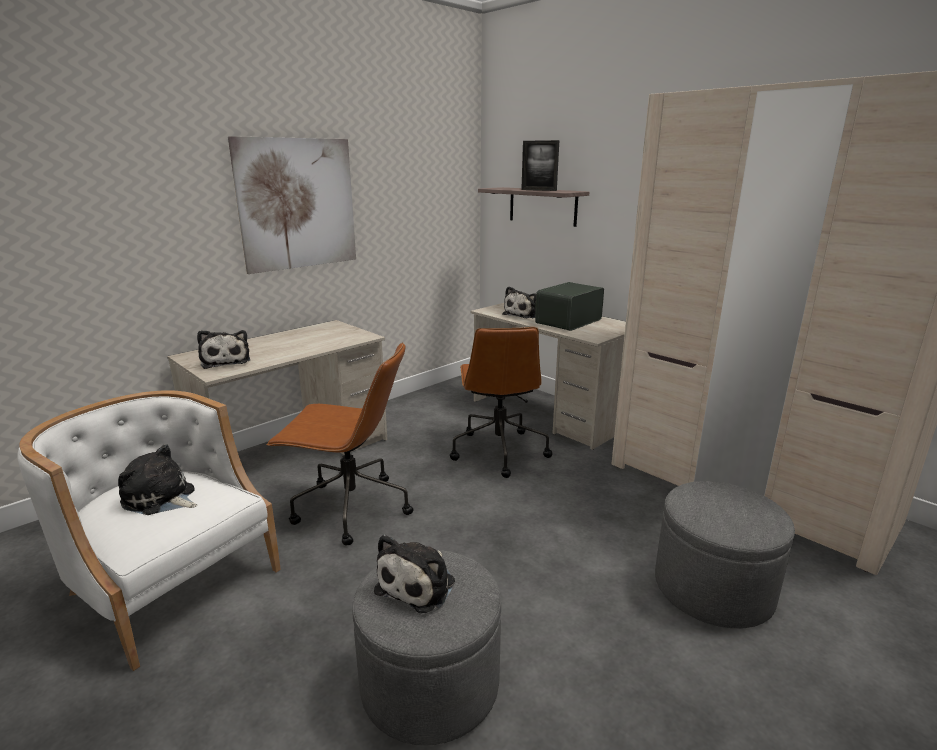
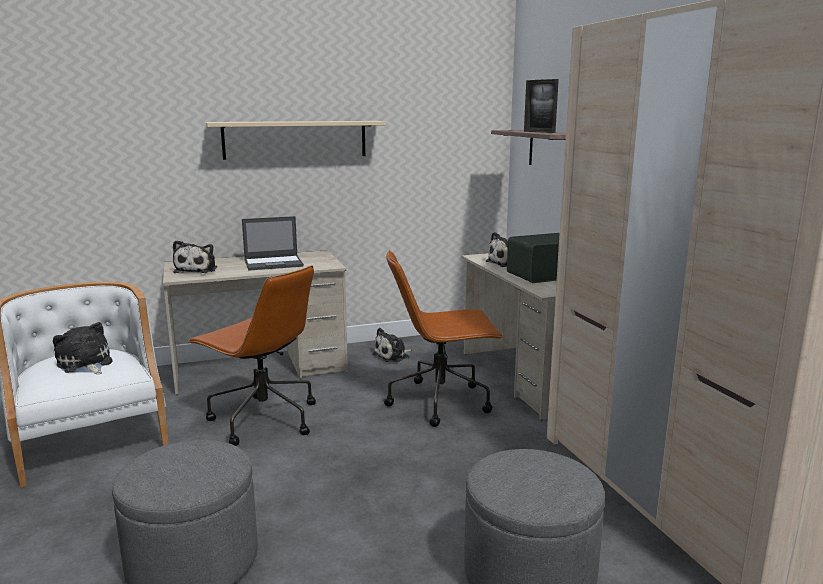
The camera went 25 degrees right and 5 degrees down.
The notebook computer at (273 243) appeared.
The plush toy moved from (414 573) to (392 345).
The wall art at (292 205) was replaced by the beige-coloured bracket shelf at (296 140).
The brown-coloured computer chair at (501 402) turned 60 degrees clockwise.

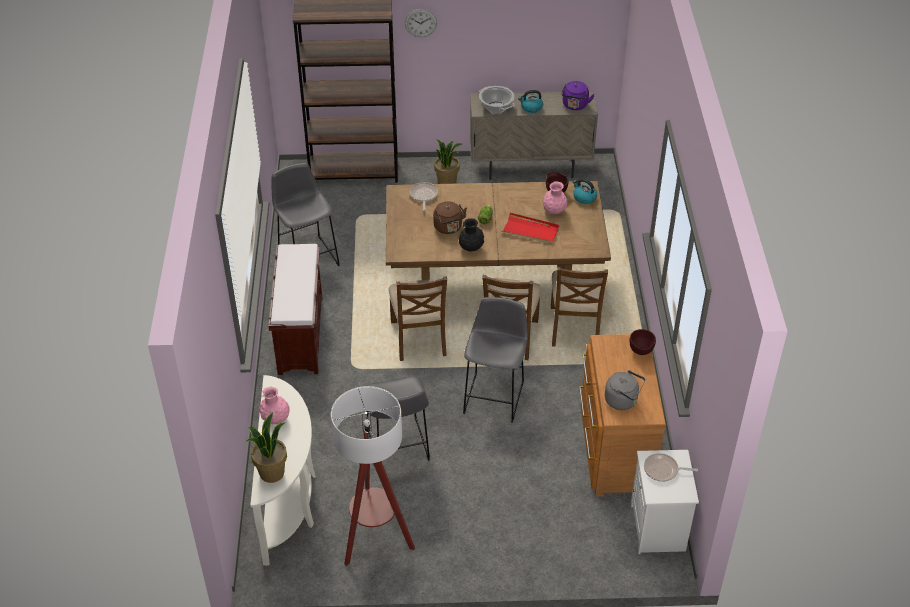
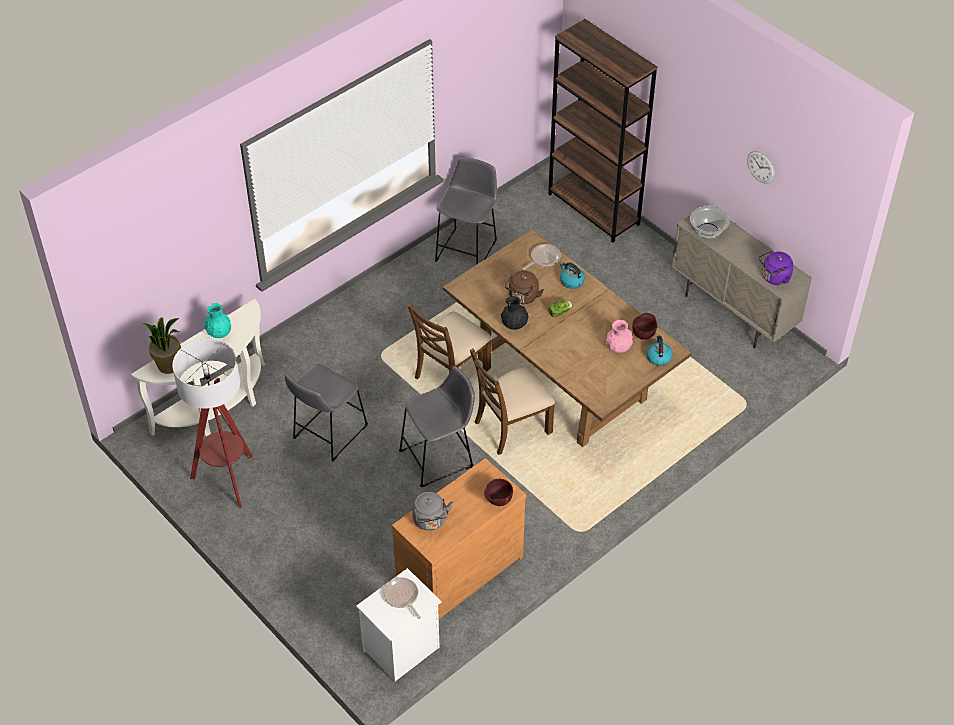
The camera went 50 degrees right and 5 degrees up.
The brown-coloured bench at (295 309) disappeared.
The plant in a pot at (448 161) disappeared.
The reddish carrying tray at (531 228) disappeared.
The brown-coloured upright chair at (579 307) disappeared.
The clock on the wall moved from (421 23) to (761 167).
The tea kettle moved from (530 101) to (572 275).
The pink vase at (274 405) became the blue-green vase at (217 320).

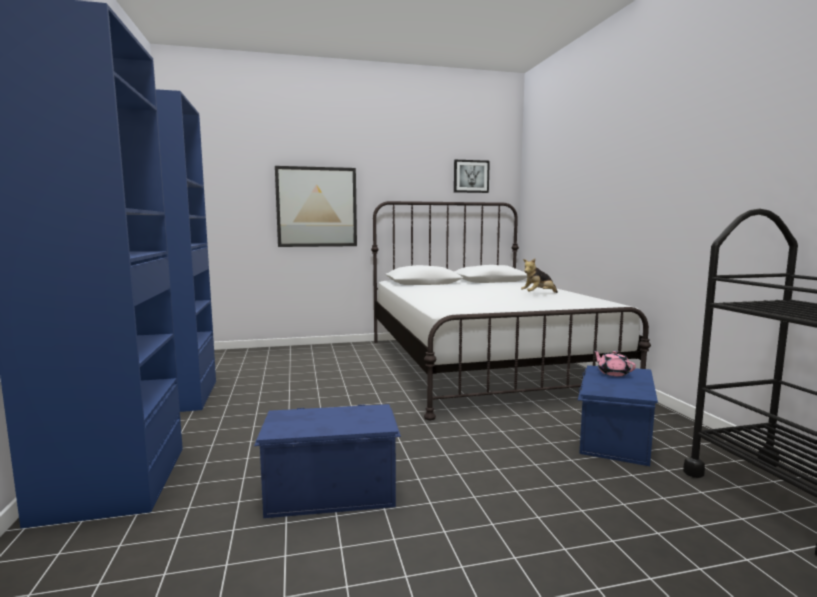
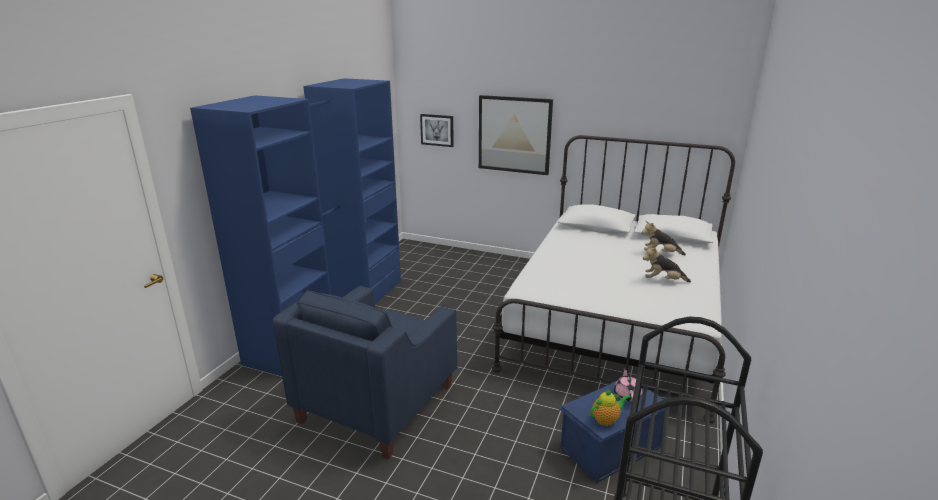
The camera went 35 degrees right and 15 degrees up.
The pot for tea at (610 407) appeared.
The plush toy at (664 238) appeared.
The wall art moved from (472 176) to (437 130).
The blue storage box at (327 461) was replaced by the blue lounge chair at (365 372).

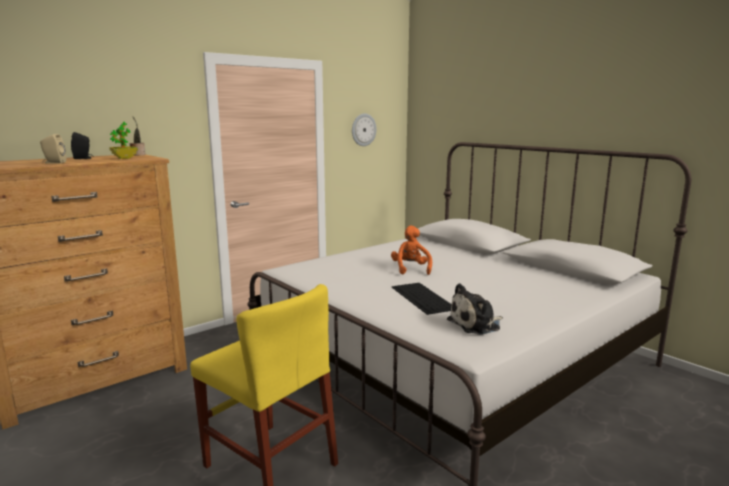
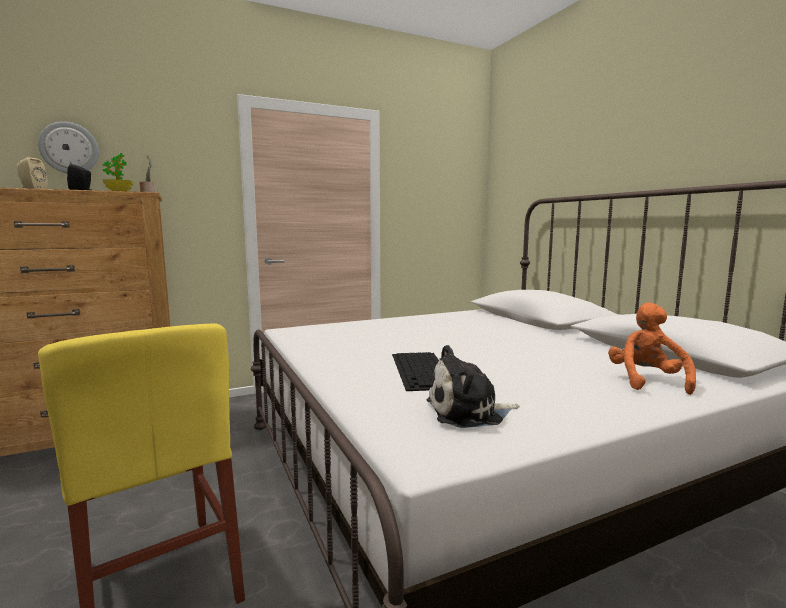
The camera went 15 degrees right and 5 degrees down.
The clock on the wall moved from (364 129) to (68 147).
The orangey plush toy moved from (411 250) to (652 349).

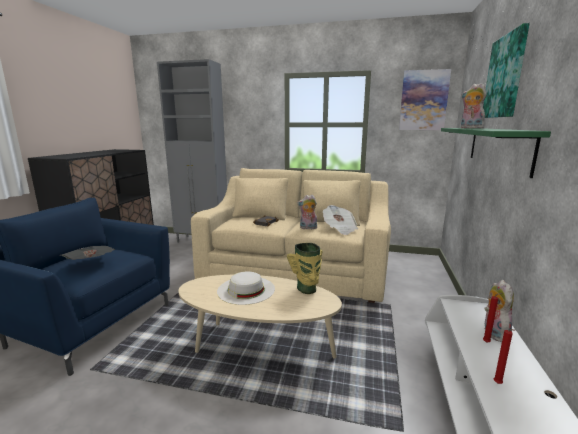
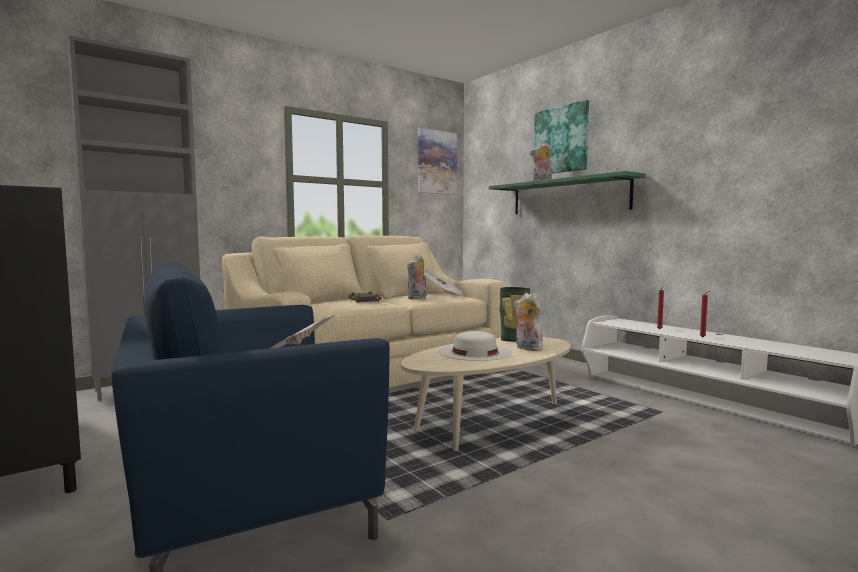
The camera went 50 degrees left and 10 degrees down.
The plush toy moved from (499 311) to (528 322).

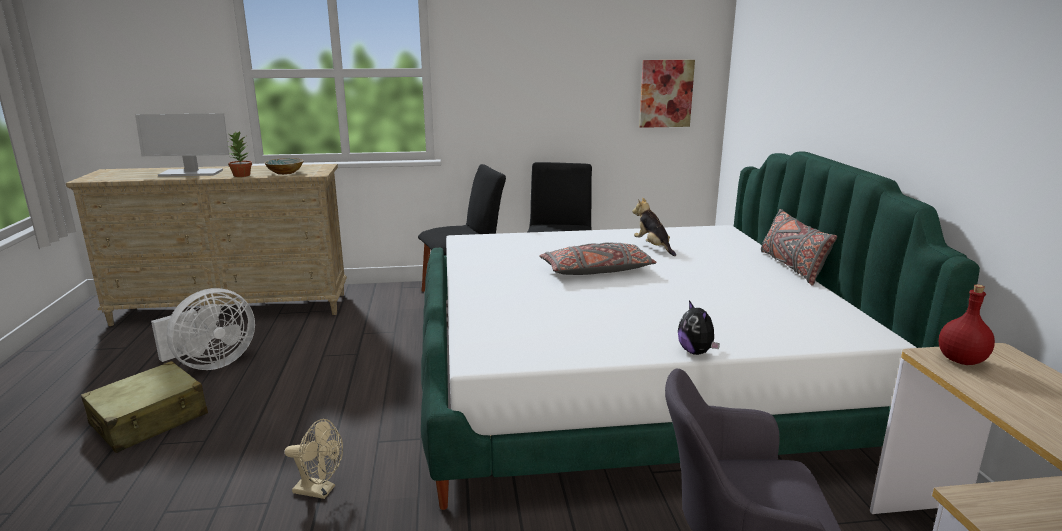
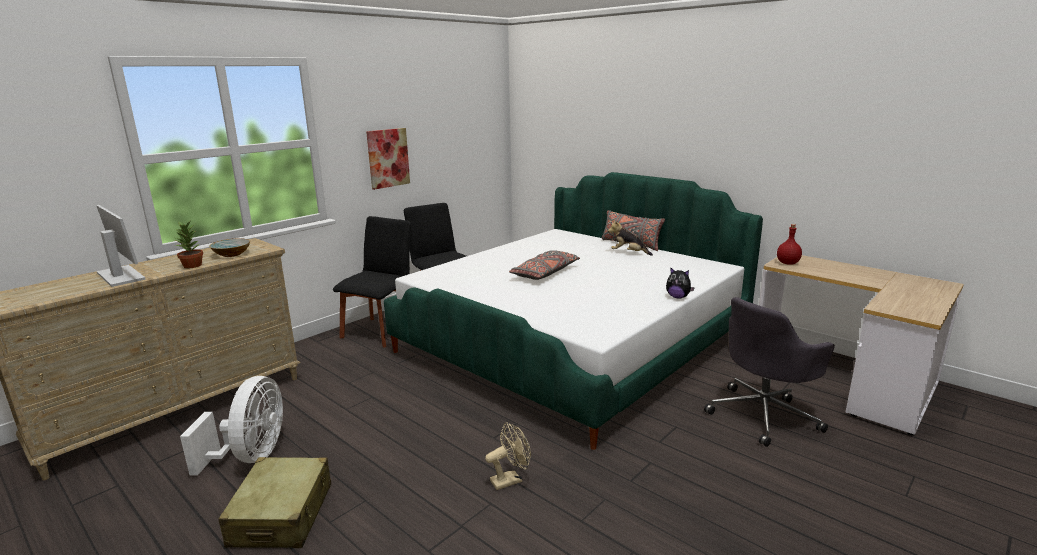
The camera went 40 degrees left and 0 degrees up.
The plush toy moved from (654 226) to (630 238).
The wall art moved from (667 94) to (388 159).
The computer display at (182 145) turned 90 degrees counterclockwise.

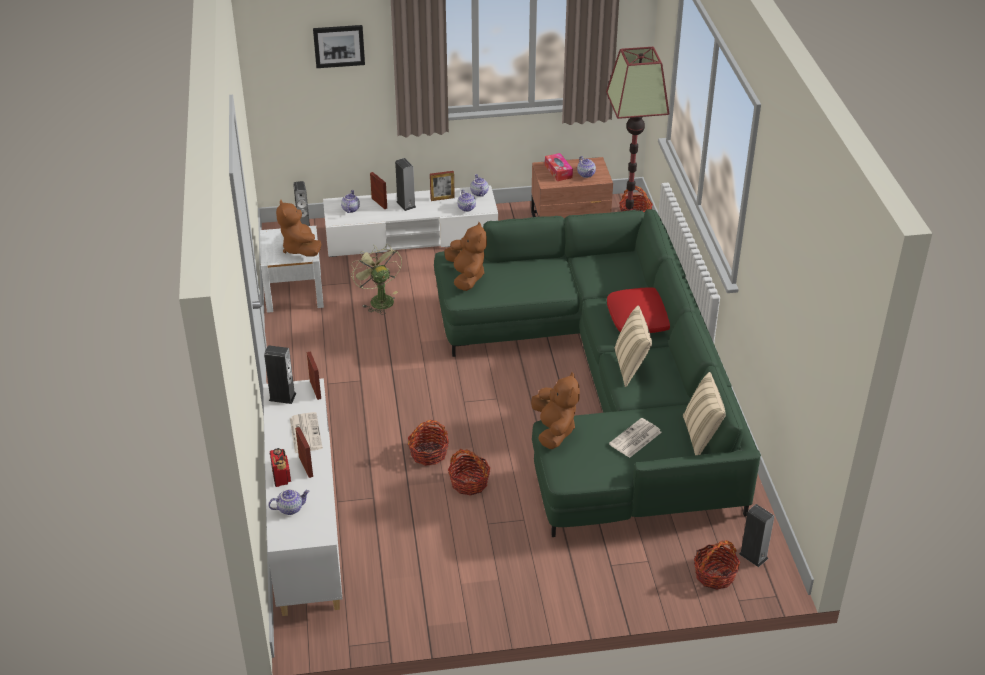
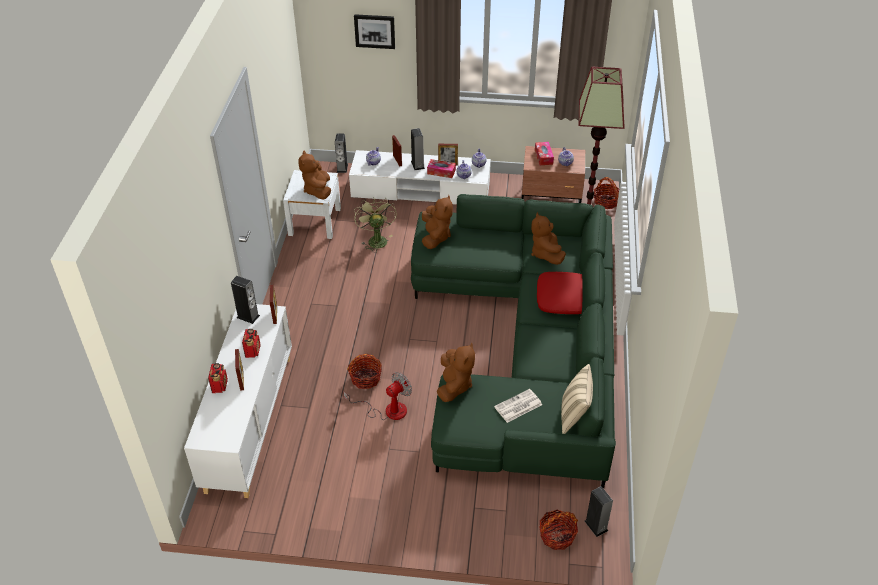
The camera went 15 degrees right and 5 degrees up.
The pot for tea at (289 502) disappeared.
The beige-coloured cushion at (633 346) disappeared.
The box of tissues at (441 168) appeared.
The brown-coloured plush toy at (548 238) appeared.
The printed paper at (306 432) was replaced by the radio set at (251 343).
The basket at (469 472) was replaced by the fan at (377 396).

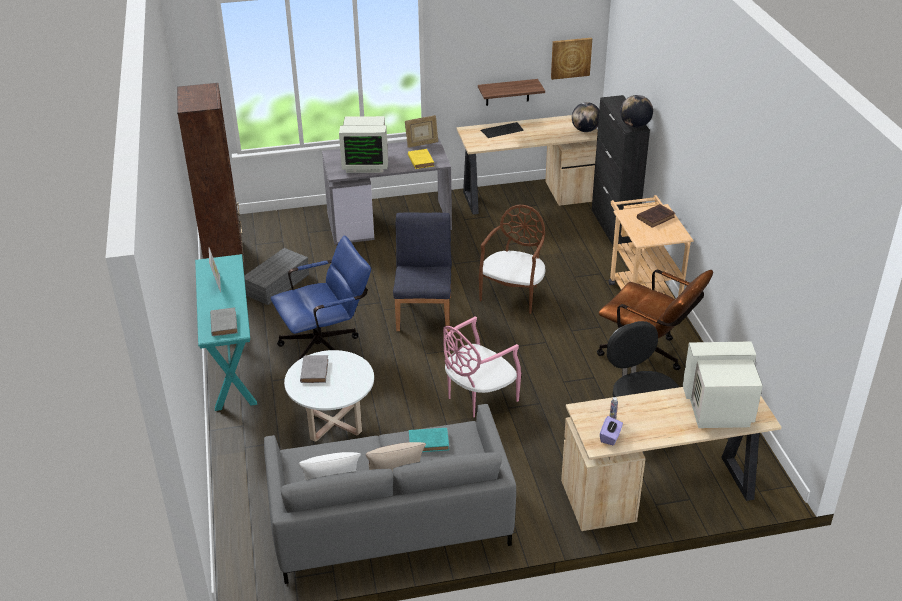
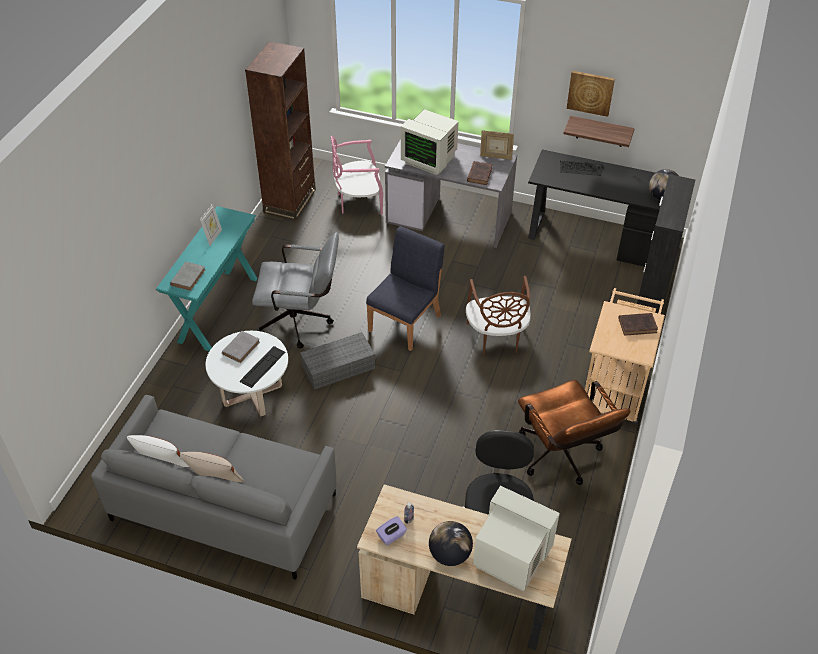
The camera went 30 degrees right and 10 degrees up.
The blue-green volume at (429 440) disappeared.
The computer keyboard at (263 367) appeared.
The greyish storage box moved from (276 276) to (337 361).
The pink upright chair moved from (482 367) to (357 175).
The wall art moved from (571 59) to (591 94).
The world globe moved from (636 111) to (451 543).
The blue computer chair at (321 299) became the greyish computer chair at (295 290).
The yellow-coloured volume at (421 159) became the brown-coloured volume at (480 173).
The beige-coloured desk table at (527 165) became the blackish desk table at (594 208).
The brown-coloured upright chair at (512 259) turned 120 degrees clockwise.

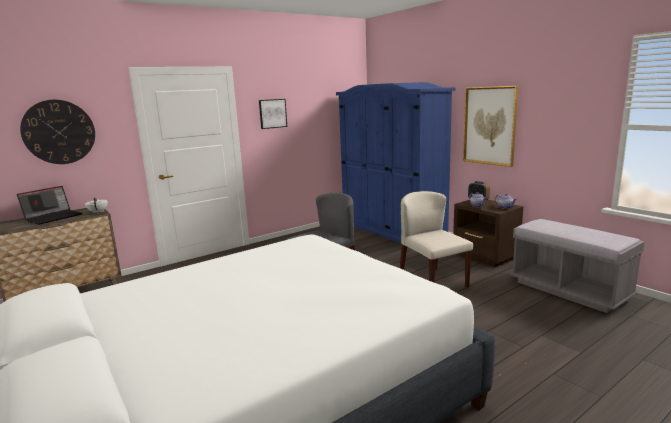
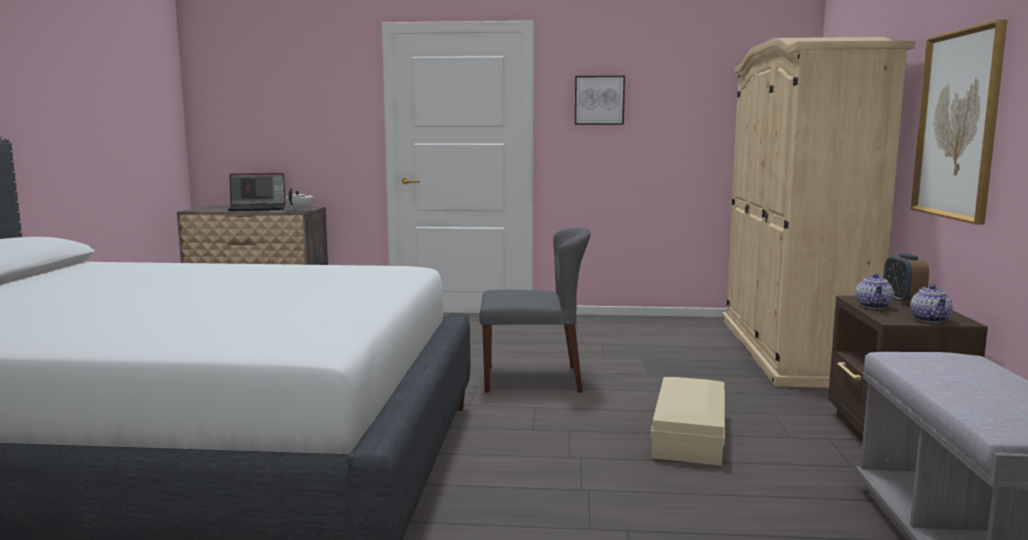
The camera went 40 degrees right and 5 degrees down.
The clock on the wall at (57 132) disappeared.
The beige-coloured upright chair at (436 239) was replaced by the beige-coloured storage box at (688 421).
The blue wardrobe at (395 163) became the beige-coloured wardrobe at (818 212).

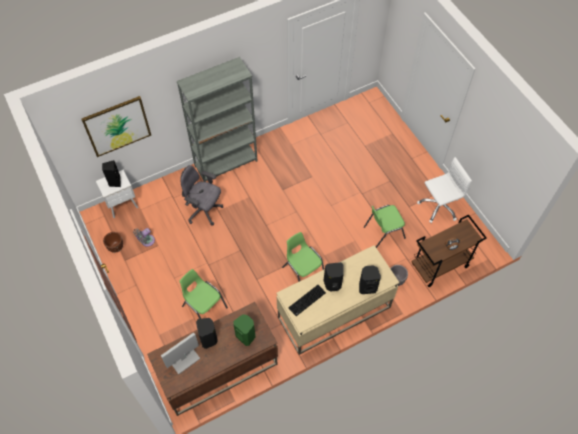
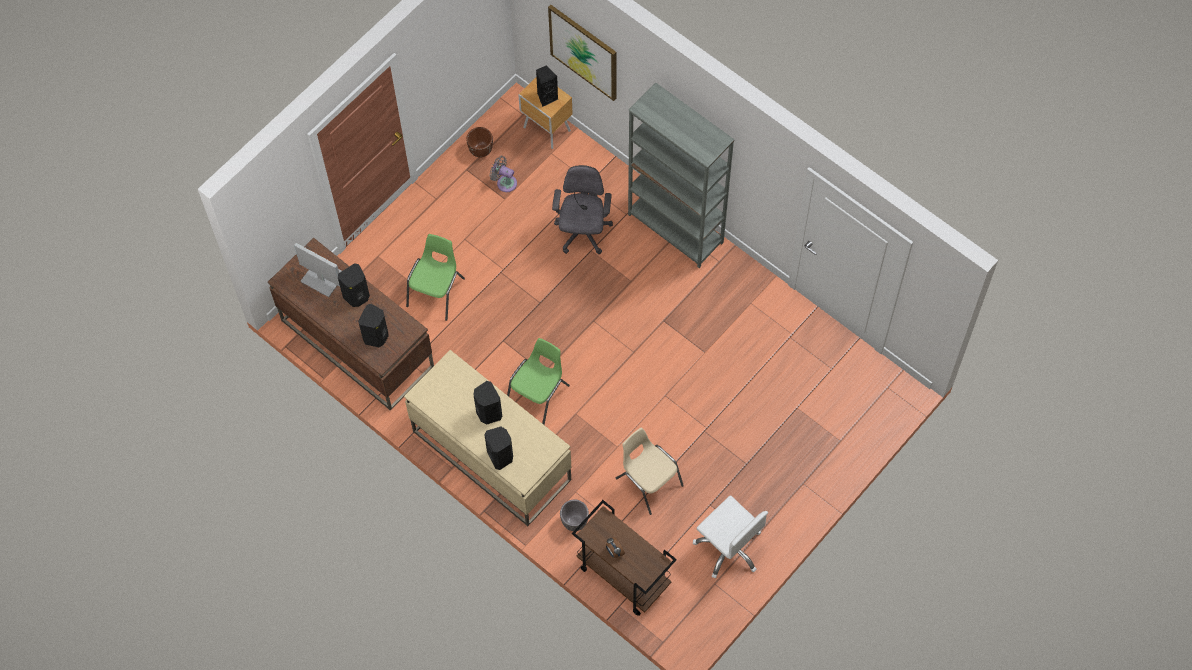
The camera went 70 degrees right and 5 degrees up.
The computer keyboard at (307 300) disappeared.
The whitish night table at (117 194) became the brown-coloured night table at (545 113).
The green speaker at (244 330) became the blackish speaker at (373 326).
The green upright chair at (385 226) became the beige-coloured upright chair at (650 471).

